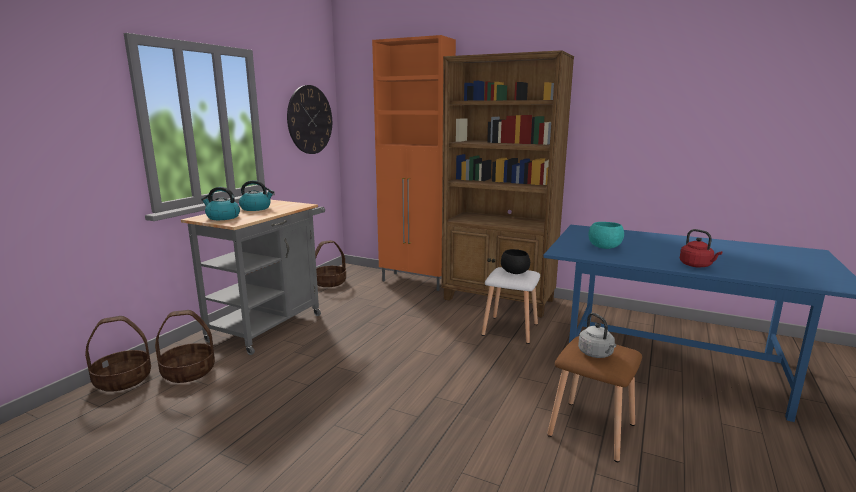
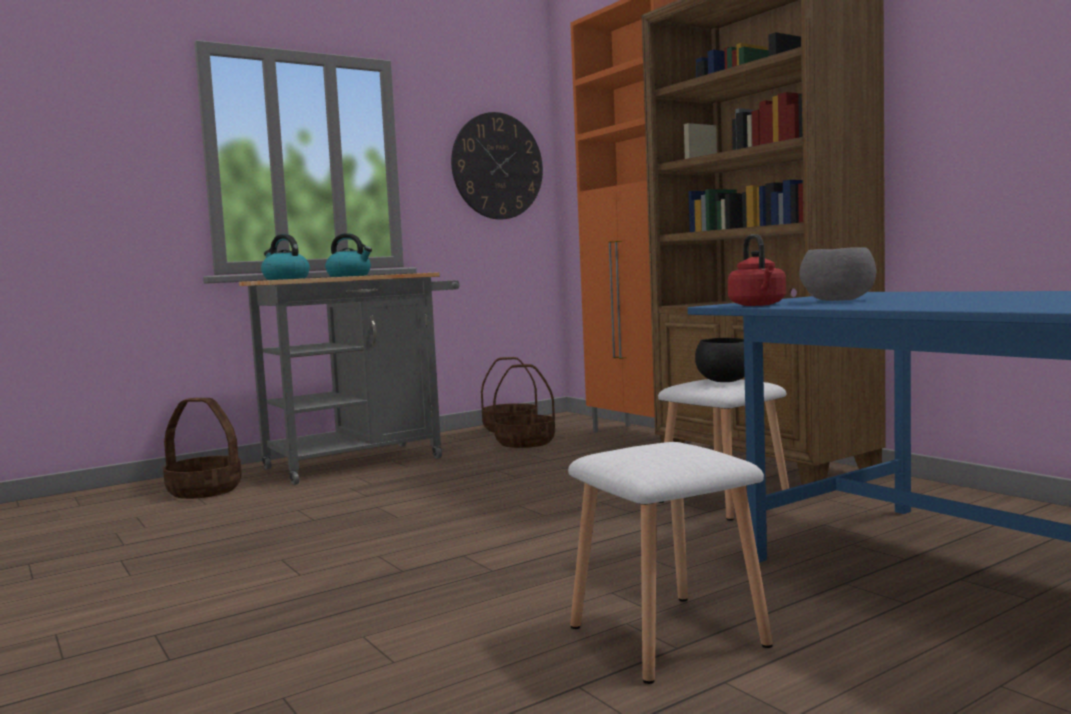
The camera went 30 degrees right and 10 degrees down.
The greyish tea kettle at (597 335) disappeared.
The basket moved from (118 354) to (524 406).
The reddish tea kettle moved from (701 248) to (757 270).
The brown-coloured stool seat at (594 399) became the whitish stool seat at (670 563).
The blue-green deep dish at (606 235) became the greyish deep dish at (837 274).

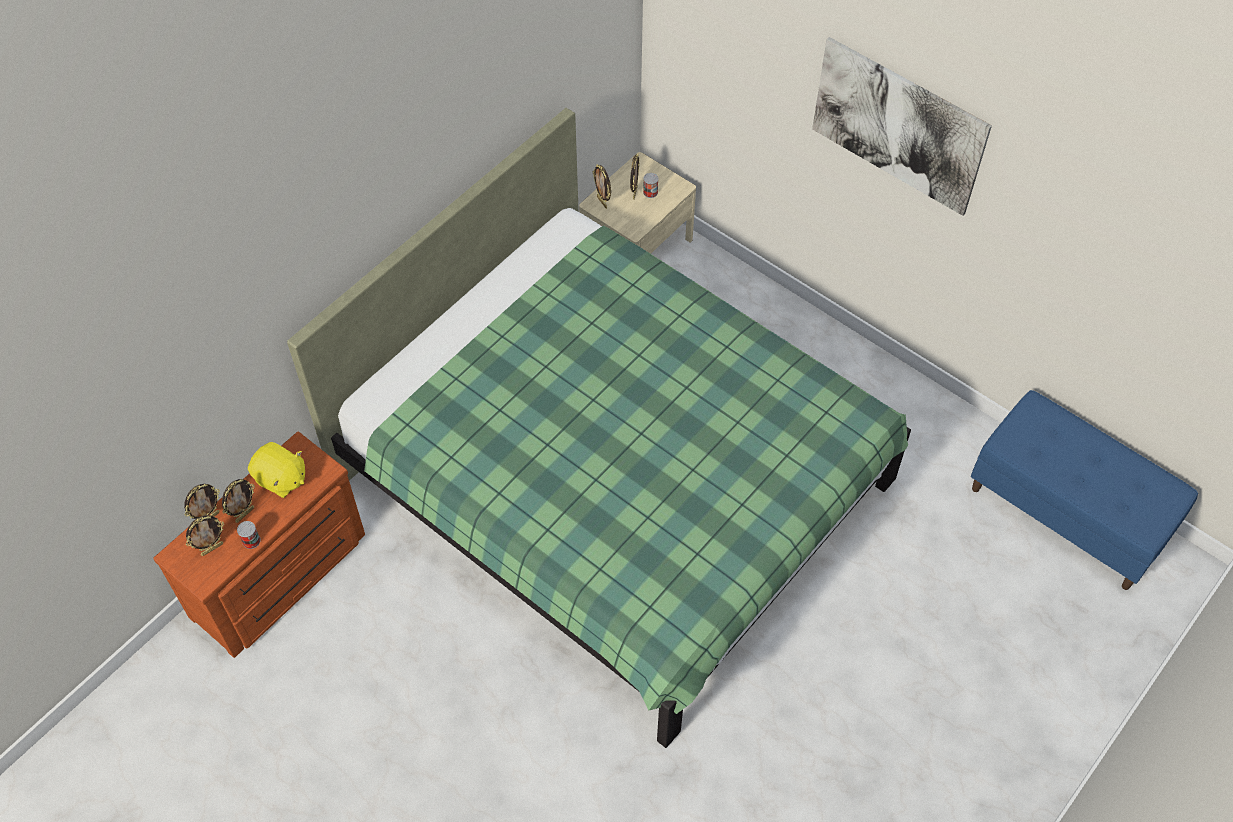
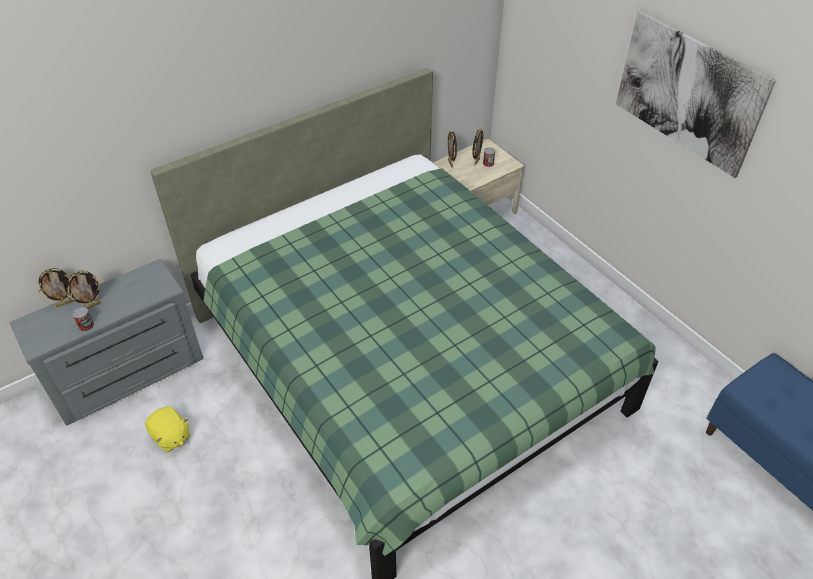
The camera went 15 degrees right and 10 degrees down.
The photo frame at (205 535) disappeared.
The yellow-coloured plush toy moved from (276 470) to (167 429).
The brown-coloured drawer chest at (259 544) became the greyish drawer chest at (107 342).

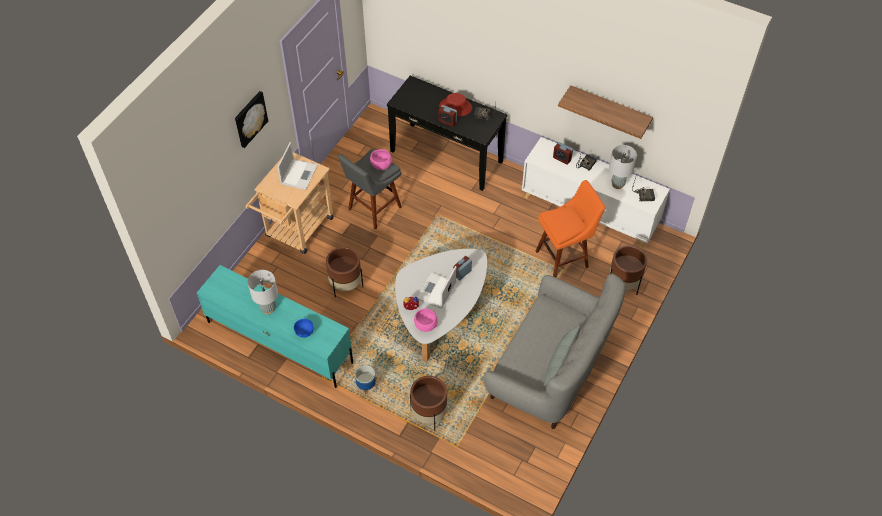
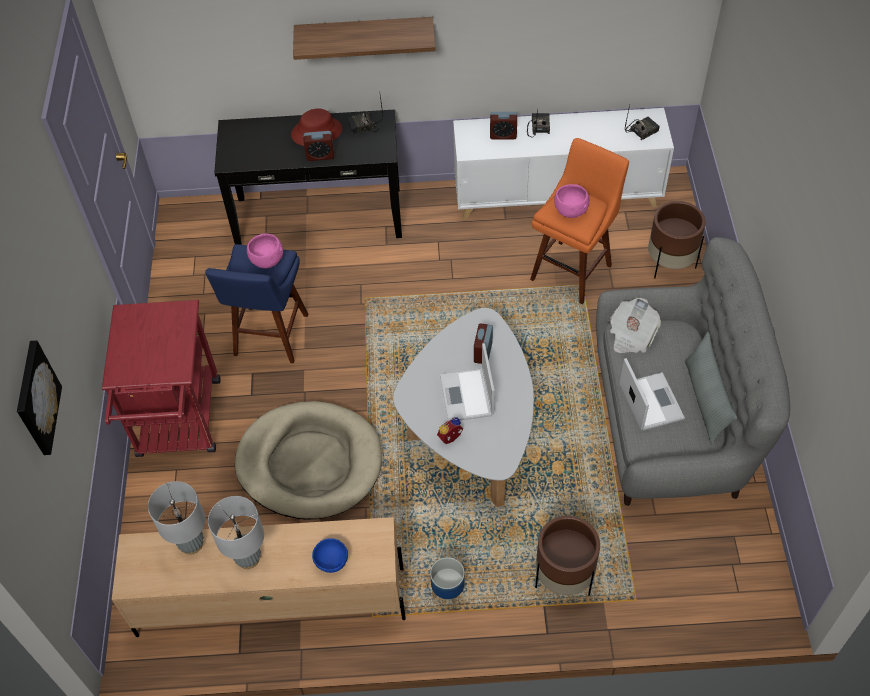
The camera went 30 degrees left and 0 degrees up.
The printed paper at (635 325) appeared.
The wall art moved from (251 119) to (39 398).
The notebook computer moved from (297 166) to (652 394).
The pink deep dish moved from (426 320) to (572 201).
The bracket shelf moved from (605 112) to (364 38).
The greyish tabletop lamp moved from (623 167) to (177 518).
The brown-coloured planter at (344 271) was replaced by the beige-coloured pet bed at (308 460).
The blue-green media console at (275 326) became the beige-coloured media console at (259 577).
The beige-coloured wheeled cart at (289 203) became the reddish wheeled cart at (161 378).
The greyish stool seat at (370 189) became the blue stool seat at (256 303).

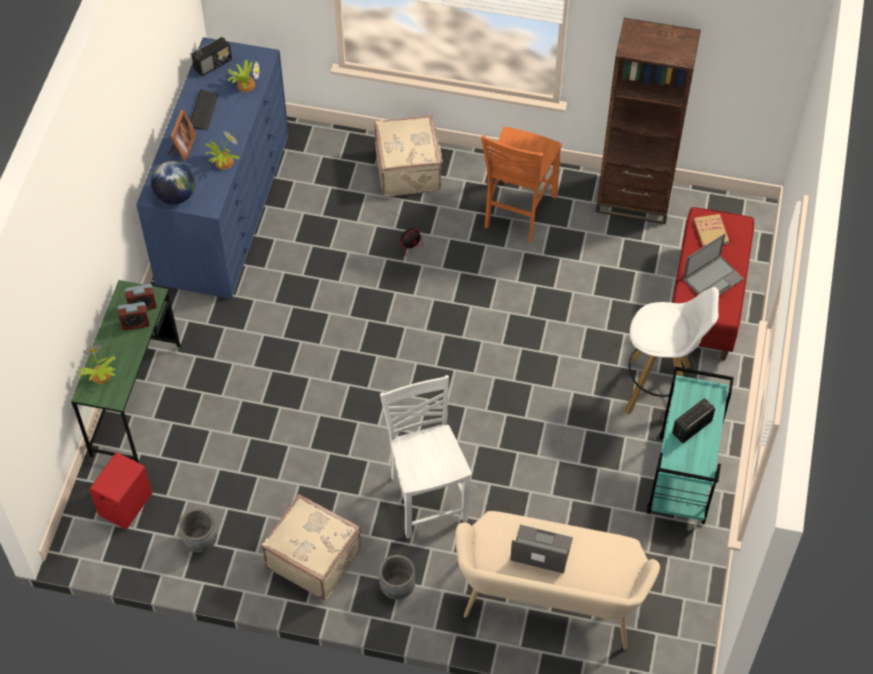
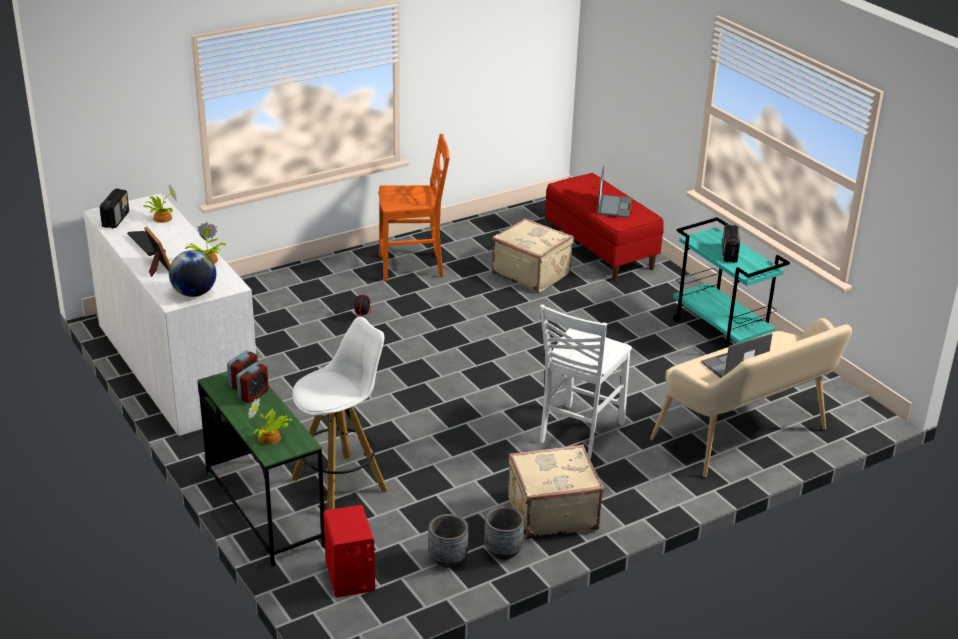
The camera went 45 degrees left and 25 degrees down.
The brown-coloured shelving unit at (648 121) disappeared.
The volume at (711 230) disappeared.
The beige-coloured travel case moved from (408 156) to (533 255).
The greyish planter moved from (397 577) to (504 533).
The whitish stool seat moved from (672 350) to (339 413).
The blue drawer chest at (212 168) became the whitish drawer chest at (169 314).
The whitish upright chair at (426 457) turned 90 degrees counterclockwise.
The orangey upright chair at (521 184) turned 75 degrees counterclockwise.

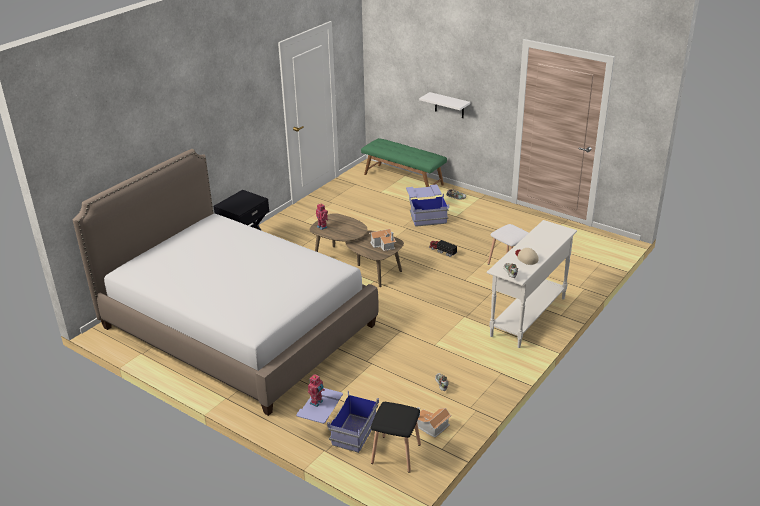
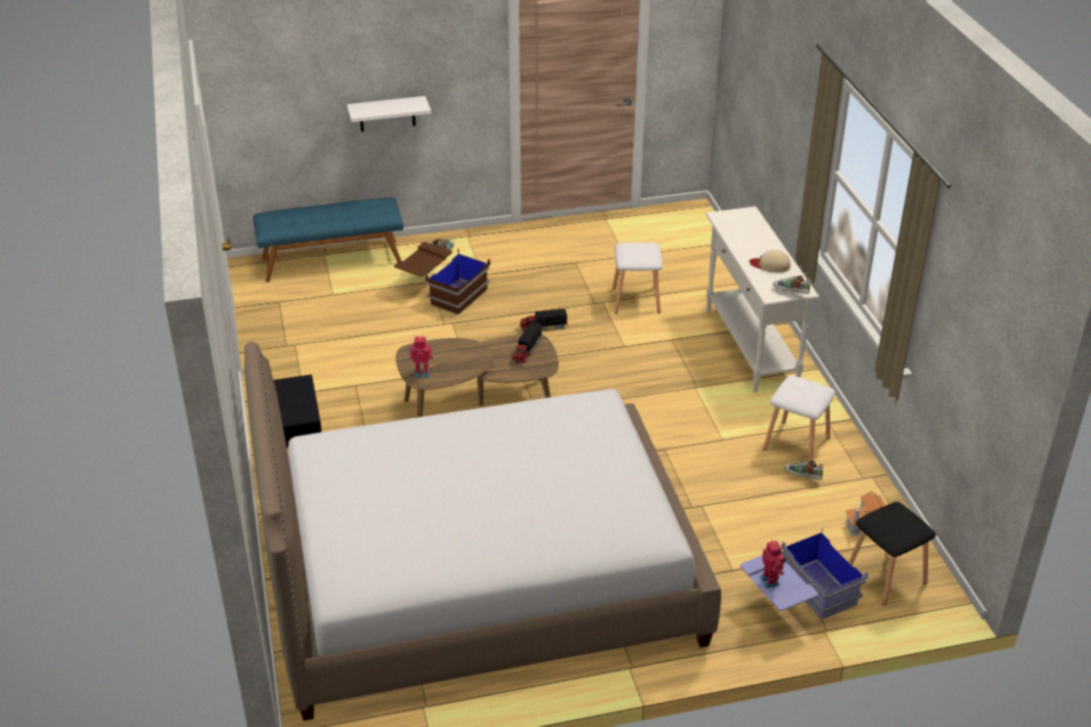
The camera went 50 degrees left and 5 degrees up.
The whitish stool seat at (799 418) appeared.
The toy house at (382 240) was replaced by the toy truck at (526 343).
The green bench at (404 162) became the blue bench at (328 239).
The blue storage box at (427 205) became the brown-coloured storage box at (442 278).

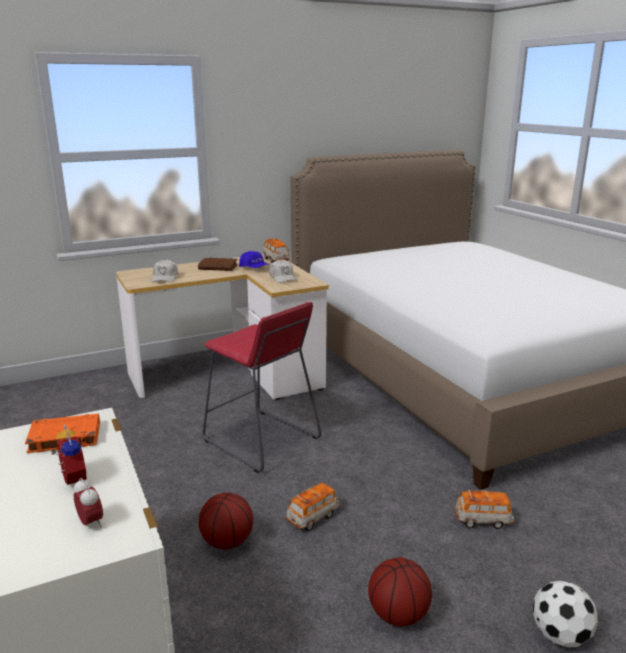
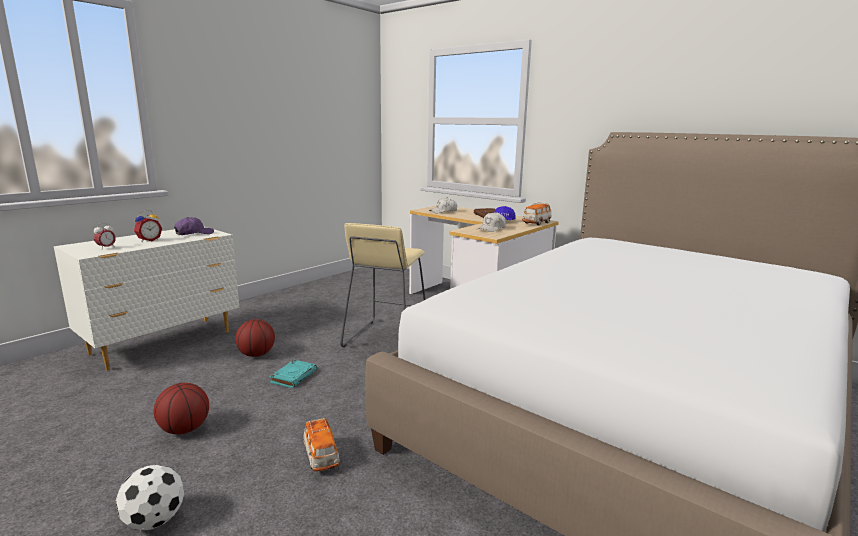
The camera went 65 degrees right and 5 degrees down.
The orangey volume at (62 433) was replaced by the purple baseball cap at (194 226).
The miniature car at (312 507) was replaced by the blue-green volume at (293 374).
The reddish stool seat at (262 387) became the beige-coloured stool seat at (383 285).

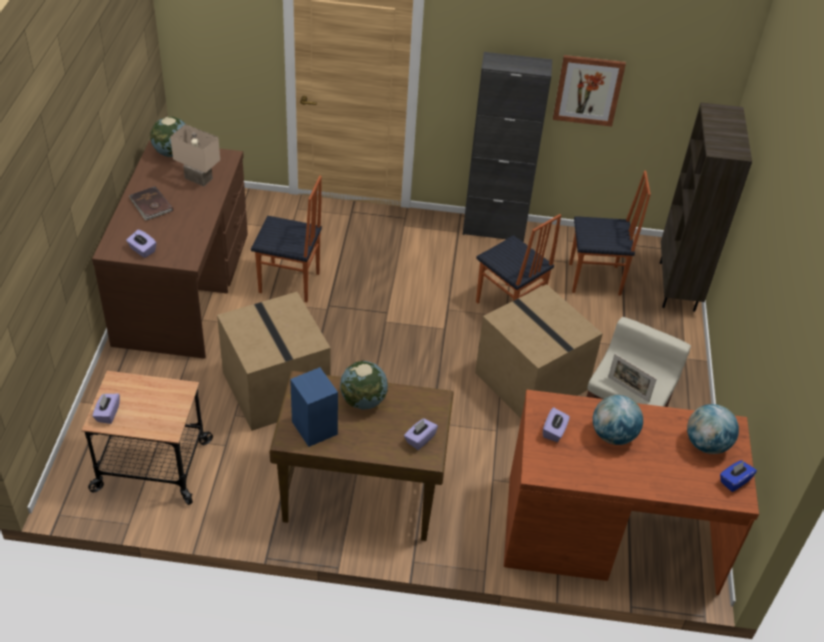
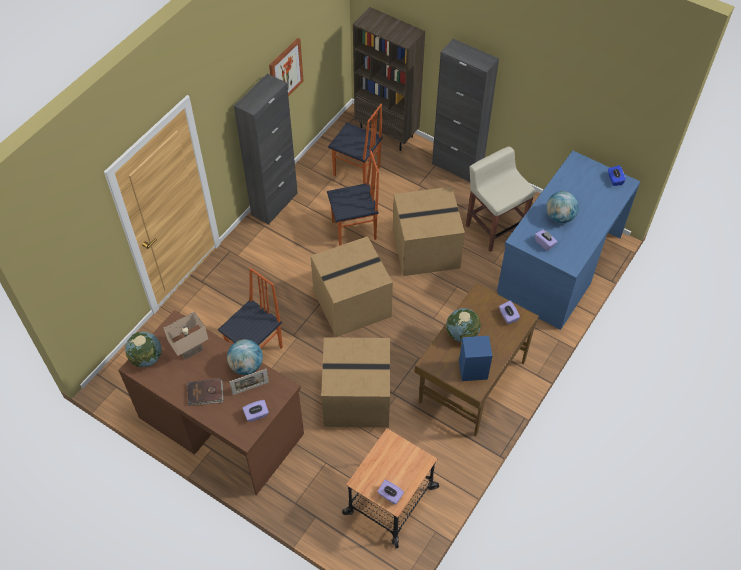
The camera went 60 degrees left and 10 degrees up.
The carton at (351 286) appeared.
The blackish storage cabinet at (465 110) appeared.
The photo frame moved from (632 378) to (249 382).
The world globe moved from (713 429) to (245 357).
The brown-coloured desk table at (631 492) became the blue desk table at (568 240).
The upright chair at (610 233) turned 90 degrees clockwise.

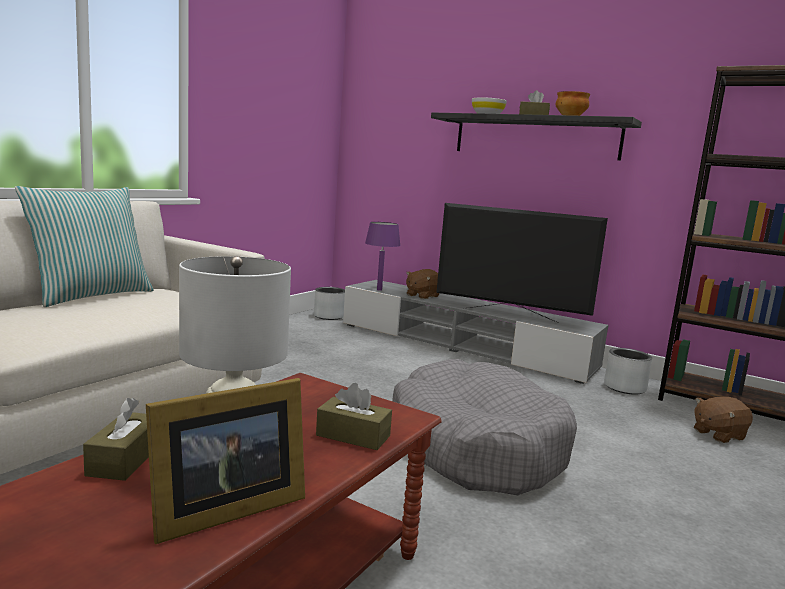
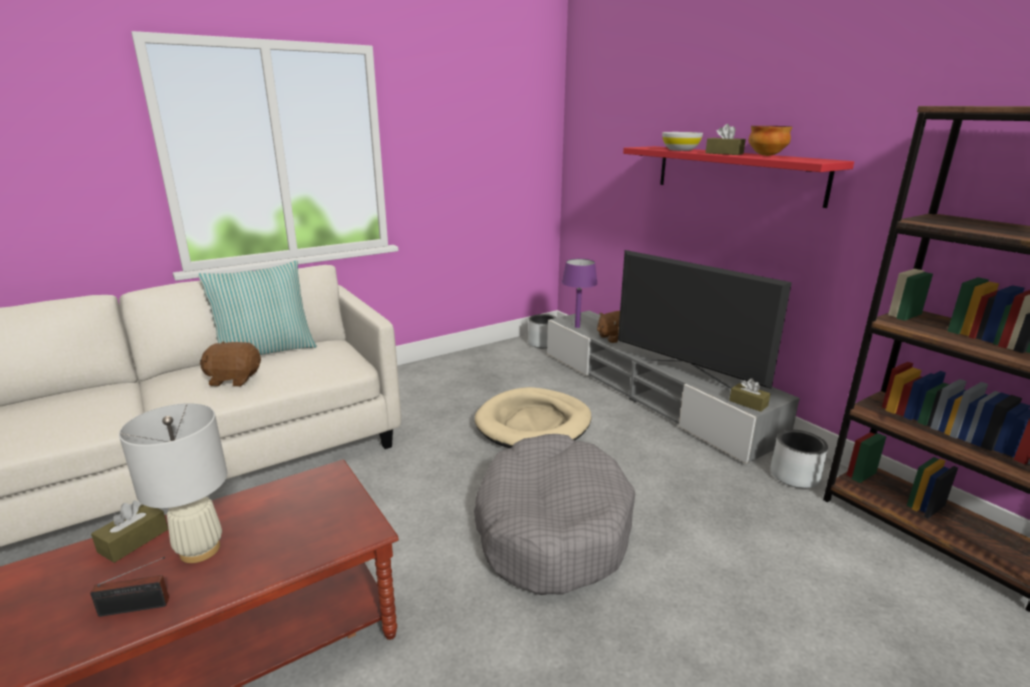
The camera went 25 degrees right and 10 degrees up.
The beige-coloured pet bed at (533 417) appeared.
The brown-coloured box of tissues moved from (354 416) to (749 395).
The brown-coloured plush toy moved from (723 420) to (230 364).
The photo frame at (225 461) was replaced by the radio set at (129 587).
The blackish bracket shelf at (536 136) became the reddish bracket shelf at (738 177).

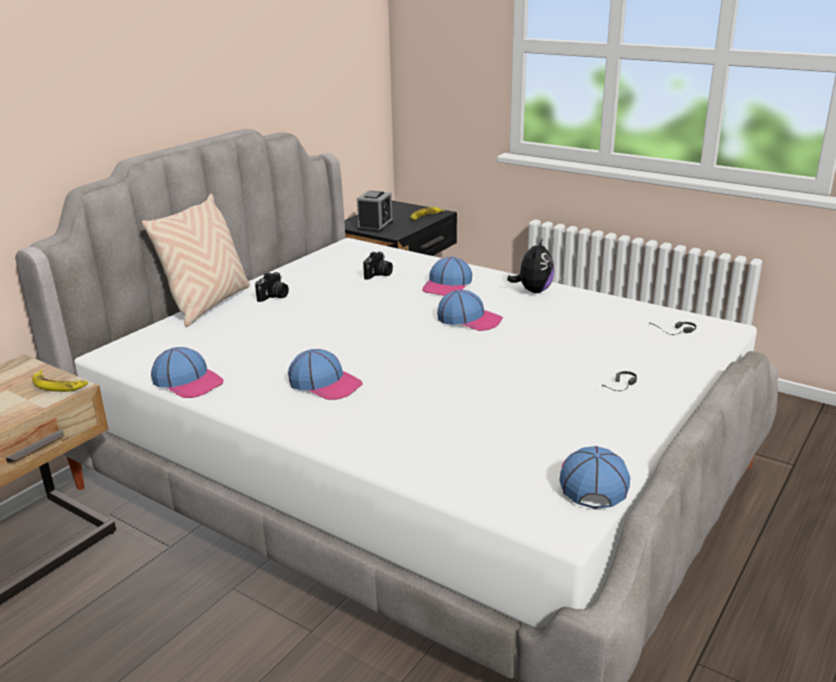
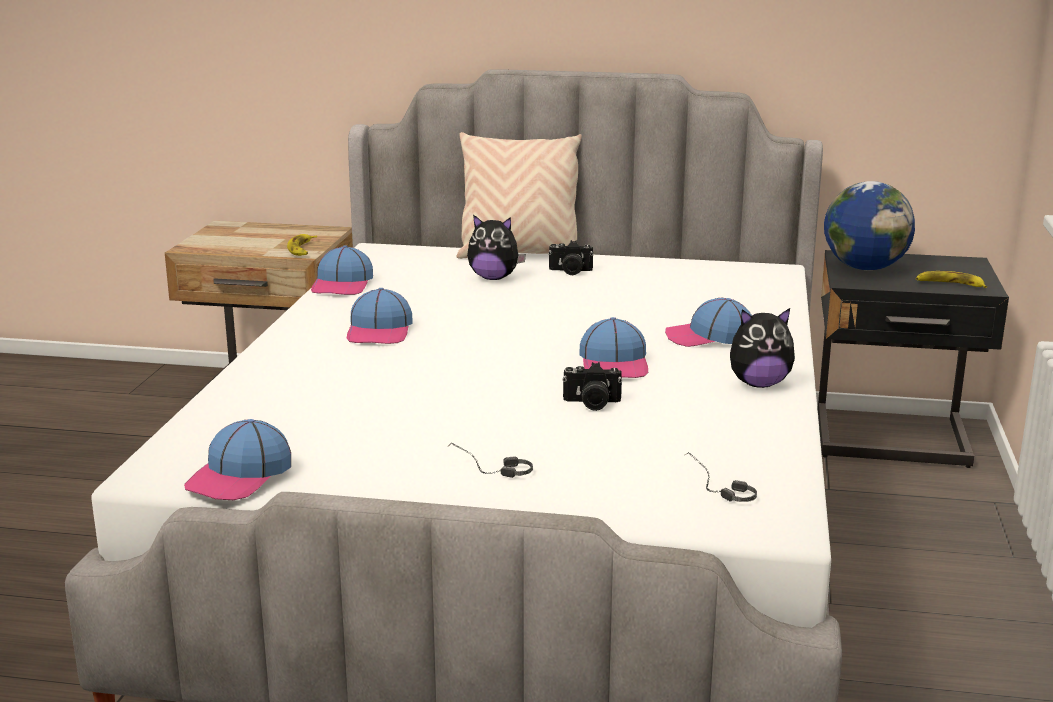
The camera went 65 degrees right and 5 degrees down.
The plush toy at (496 247) appeared.
The still camera moved from (378 265) to (592 386).
The table clock at (375 211) was replaced by the world globe at (869 225).
The baseball cap at (594 477) turned 135 degrees clockwise.

